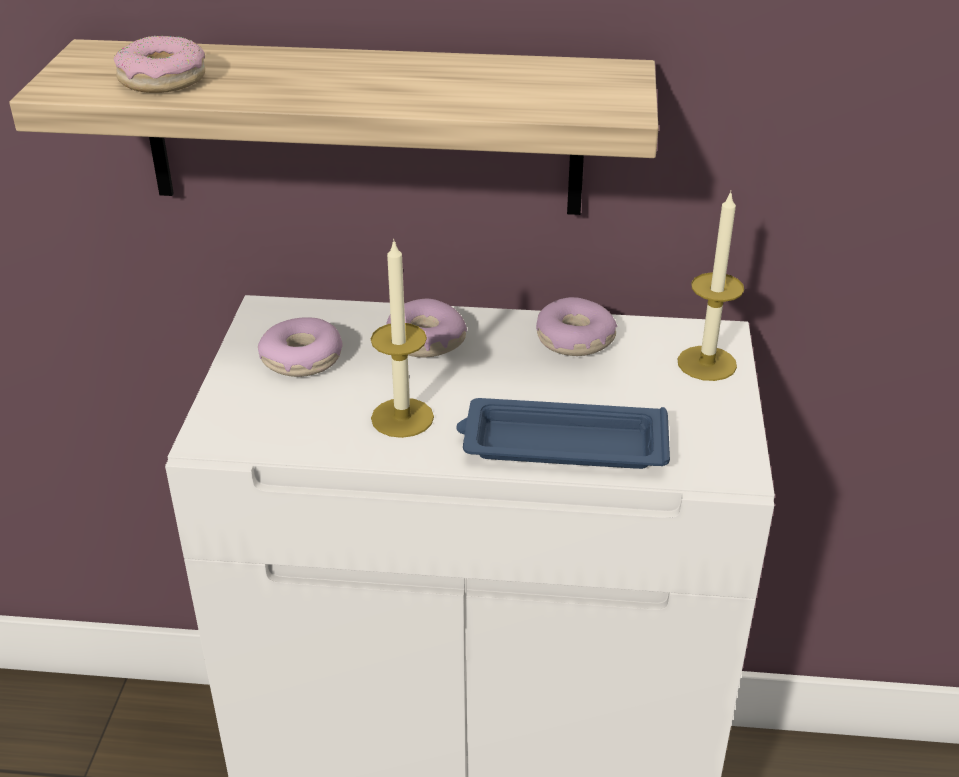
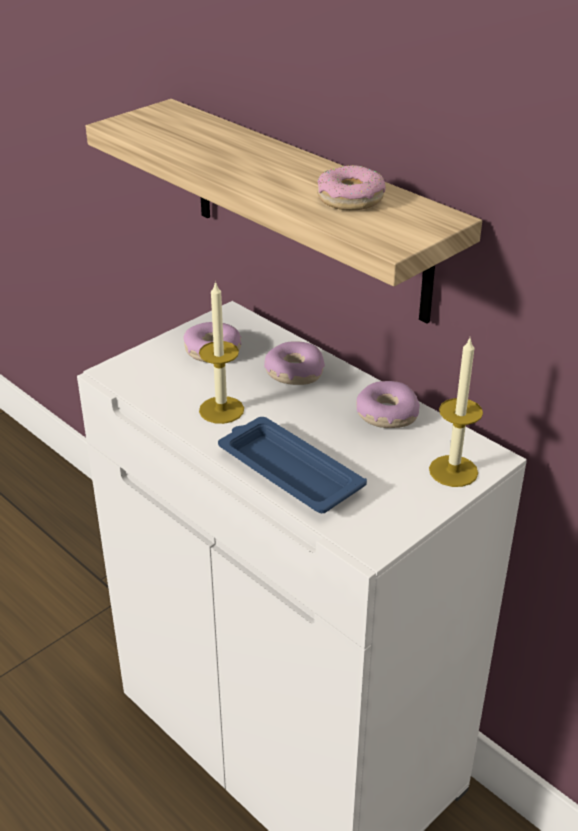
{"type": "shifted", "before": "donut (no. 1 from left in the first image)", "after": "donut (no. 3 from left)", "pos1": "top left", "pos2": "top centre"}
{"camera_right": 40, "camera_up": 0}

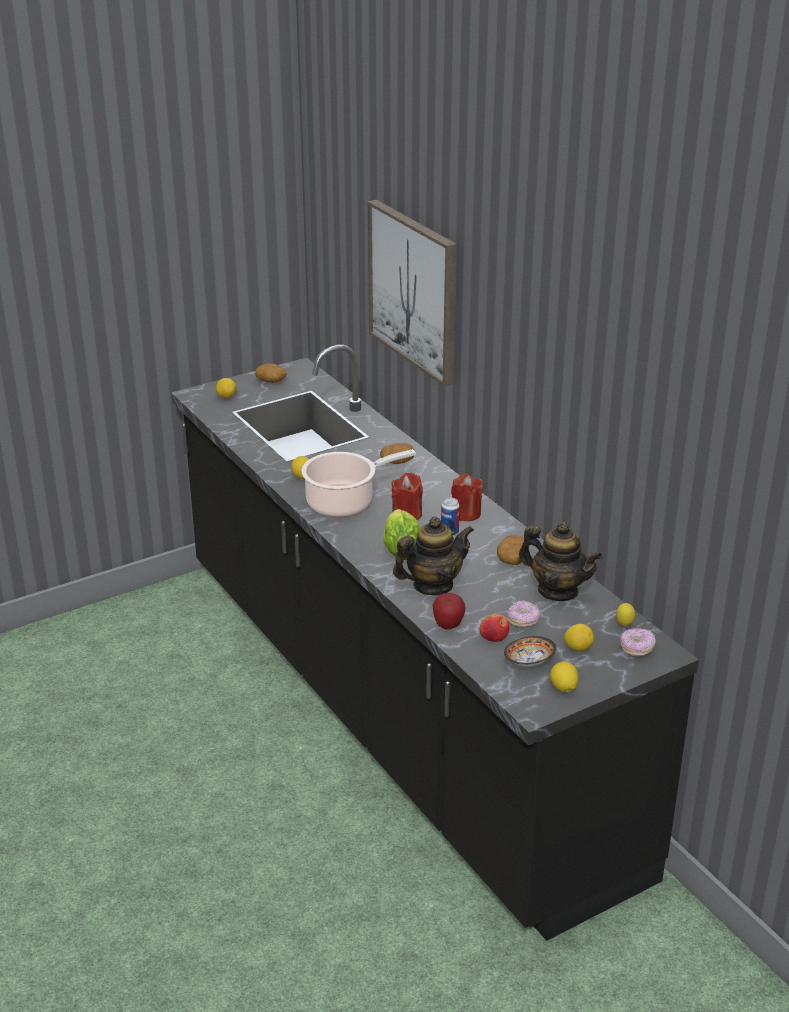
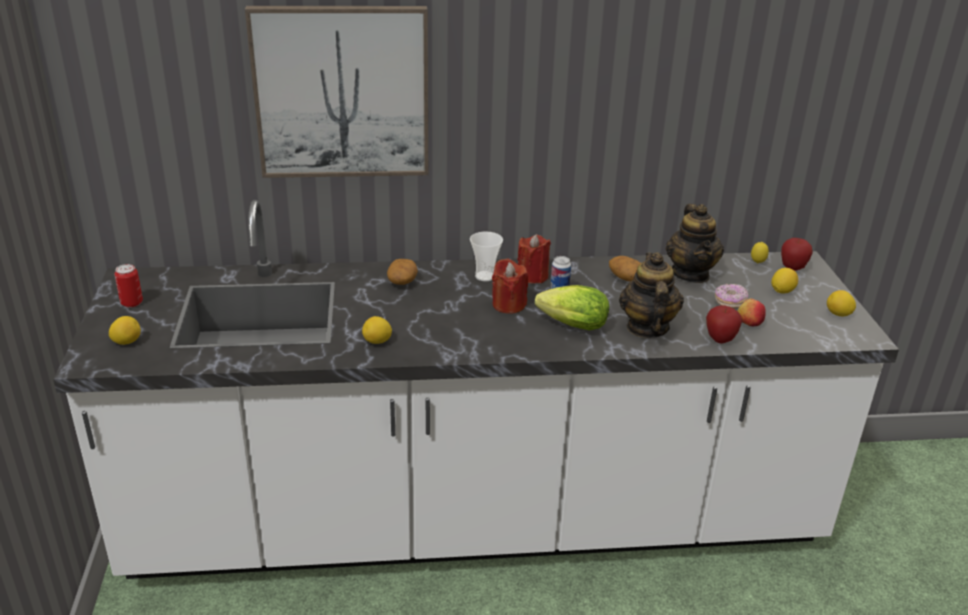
{"type": "repainted", "before": "counter in black", "after": "counter in white", "pos1": "centre", "pos2": "centre"}
{"type": "swapped", "before": "potato (no. 1 from left)", "after": "can (no. 1 from left)", "pos1": "centre", "pos2": "middle left"}
{"type": "gone", "before": "cooking pot", "pos1": "centre"}
{"type": "gone", "before": "bowl", "pos1": "middle right"}
{"type": "rotated", "before": "teapot (no. 2 from left)", "pos1": "middle right", "pos2": "middle right", "turn": 120}
{"type": "swapped", "before": "donut (no. 2 from left)", "after": "apple (no. 3 from left)", "pos1": "middle right", "pos2": "middle right"}
{"type": "new", "after": "cup", "pos2": "centre"}
{"camera_right": -65, "camera_up": 0}

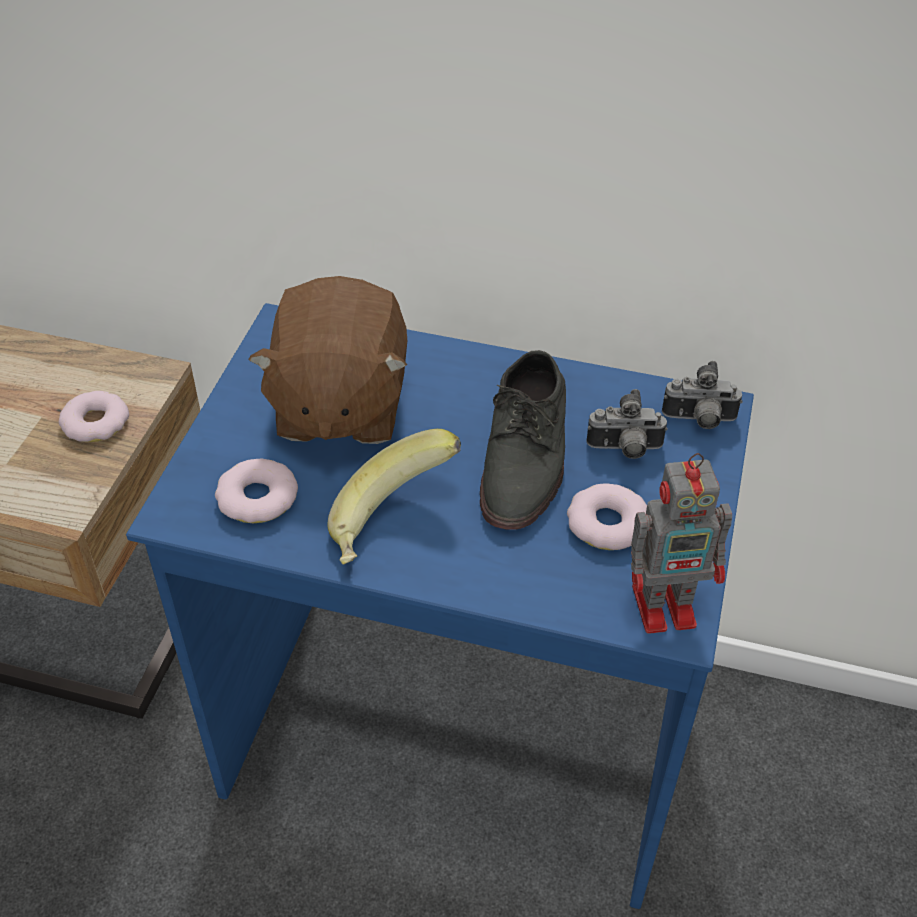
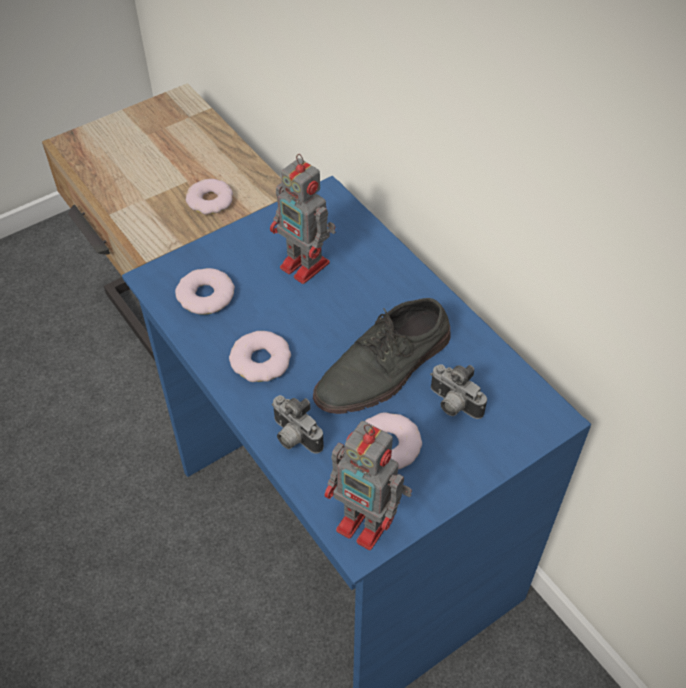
{"type": "swapped", "before": "plush toy in brown", "after": "toy robot (no. 1 from left)", "pos1": "centre", "pos2": "top centre"}
{"type": "swapped", "before": "banana", "after": "donut (no. 3 from left)", "pos1": "centre", "pos2": "centre"}
{"type": "shifted", "before": "photo camera (no. 2 from left in the first image)", "after": "photo camera (no. 1 from left)", "pos1": "middle right", "pos2": "centre"}
{"camera_right": 40, "camera_up": 5}

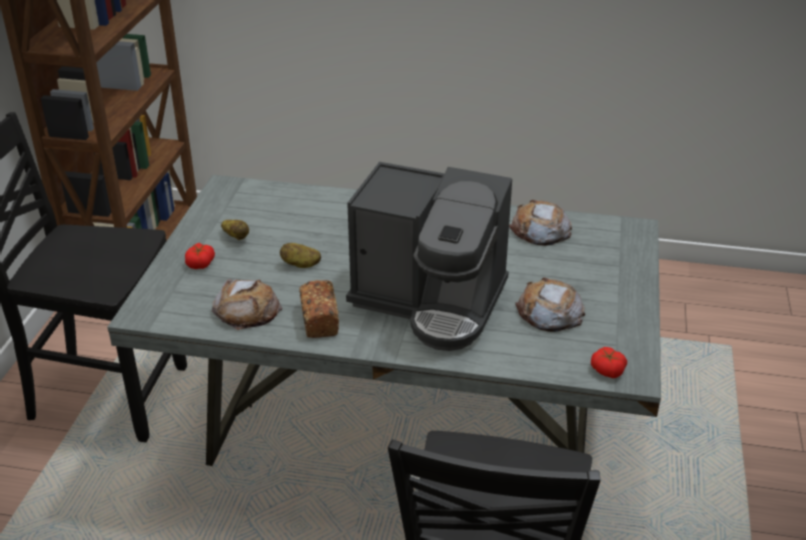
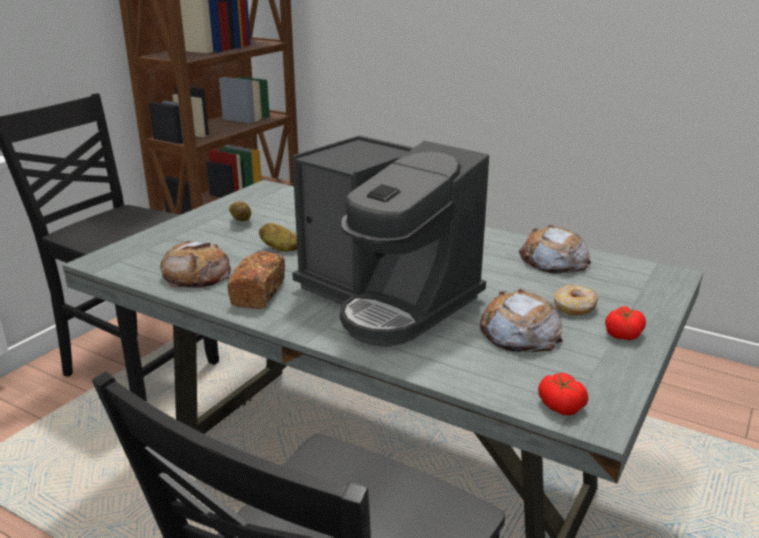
{"type": "shifted", "before": "tomato (no. 1 from left in the first image)", "after": "tomato (no. 2 from left)", "pos1": "middle left", "pos2": "middle right"}
{"type": "new", "after": "donut", "pos2": "middle right"}
{"camera_right": 20, "camera_up": -10}

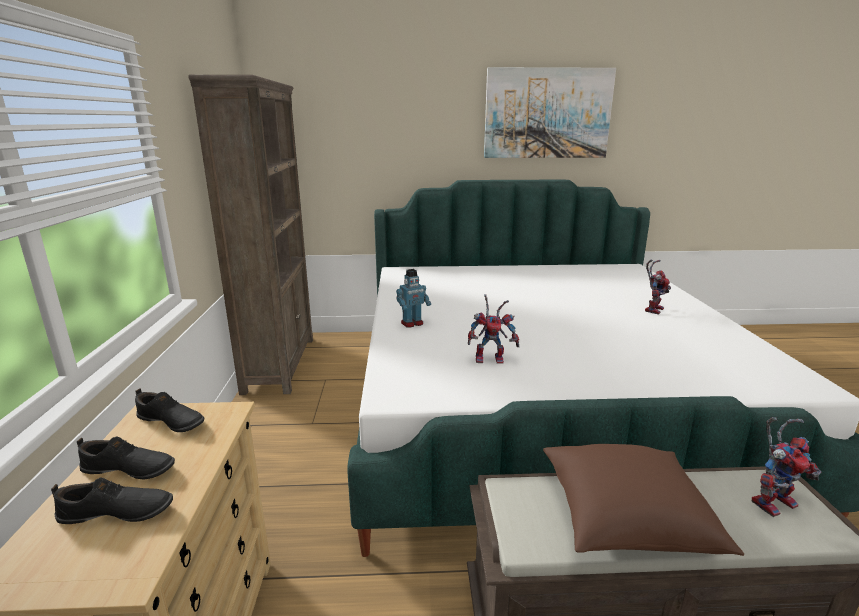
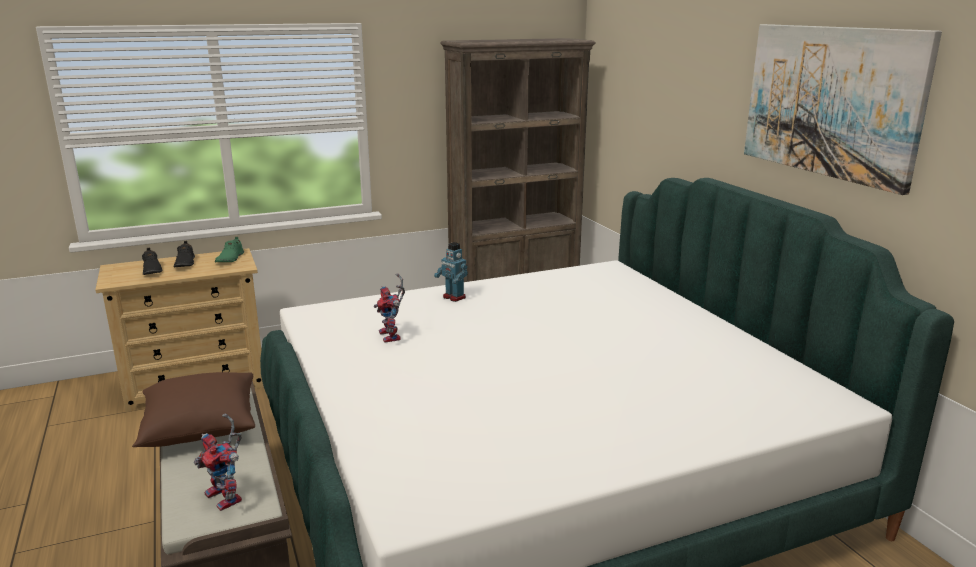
{"type": "repainted", "before": "shoe in black (no. 3 from left)", "after": "shoe in green", "pos1": "middle left", "pos2": "middle left"}
{"type": "gone", "before": "toy robot (no. 3 from left)", "pos1": "middle right"}
{"camera_right": 70, "camera_up": 0}

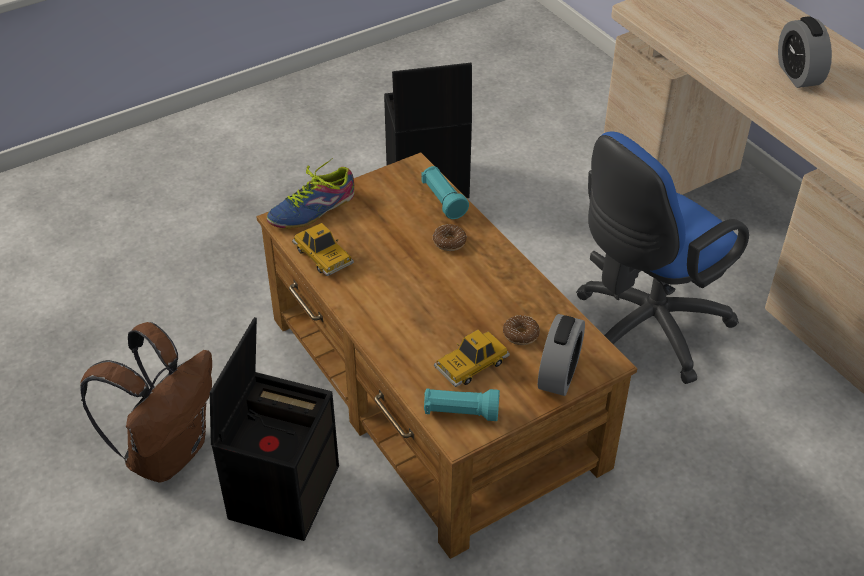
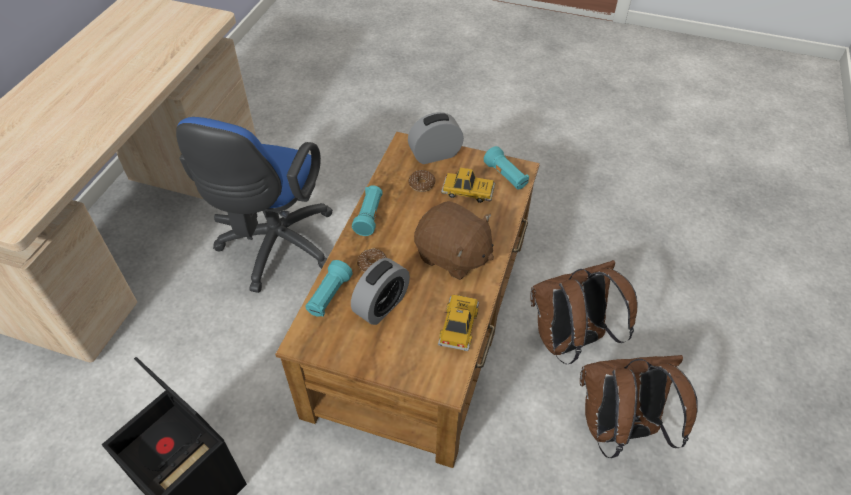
{"type": "swapped", "before": "storage box in black (no. 1 from left)", "after": "backpack in brown (no. 1 from left)", "pos1": "bottom left", "pos2": "middle right"}
{"type": "gone", "before": "shoe", "pos1": "centre"}
{"type": "rotated", "before": "office chair in blue", "pos1": "middle right", "pos2": "middle left", "turn": 90}
{"type": "shifted", "before": "alarm clock (no. 2 from left in the first image)", "after": "alarm clock (no. 1 from left)", "pos1": "top right", "pos2": "centre"}
{"type": "new", "after": "flashlight in turquoise (no. 2 from left)", "pos2": "centre"}
{"type": "new", "after": "plush toy in brown", "pos2": "centre"}
{"camera_right": -130, "camera_up": 5}

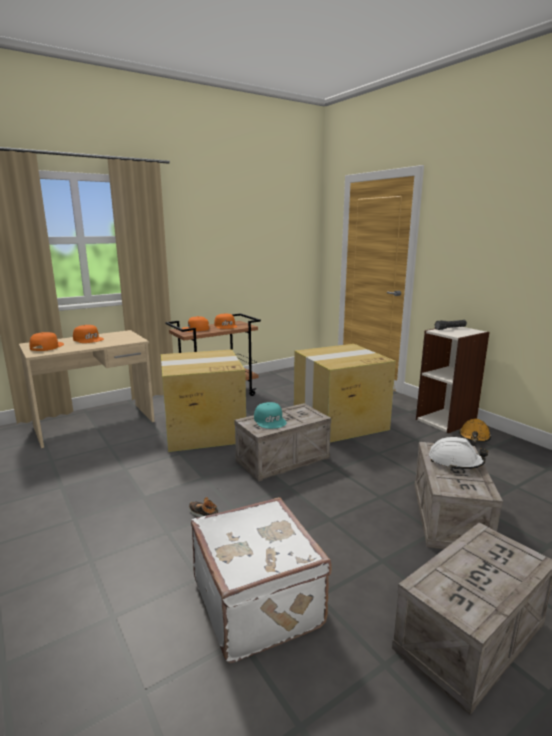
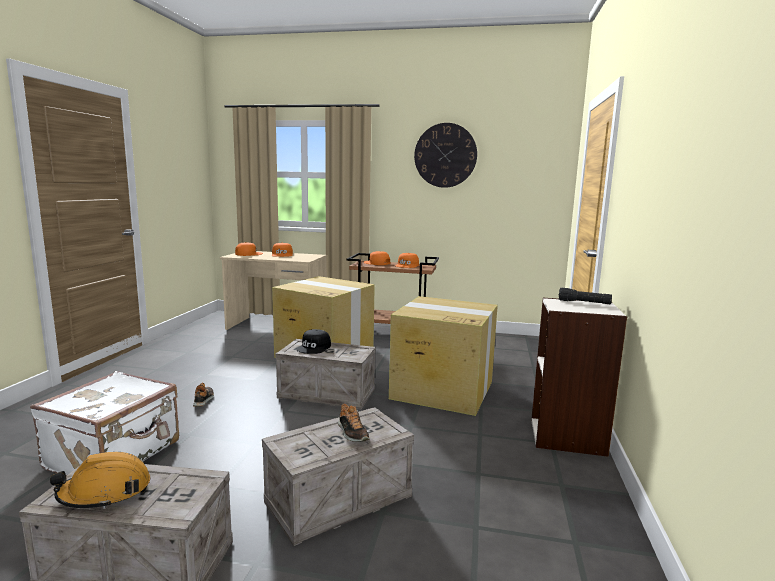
{"type": "repainted", "before": "cap in turquoise", "after": "cap in black", "pos1": "centre", "pos2": "centre"}
{"type": "swapped", "before": "hard hat in white", "after": "shoe (no. 2 from left)", "pos1": "middle right", "pos2": "bottom centre"}
{"type": "shifted", "before": "hard hat in orange", "pos1": "middle right", "pos2": "bottom left"}
{"type": "new", "after": "wall clock", "pos2": "top centre"}
{"camera_right": 45, "camera_up": -5}

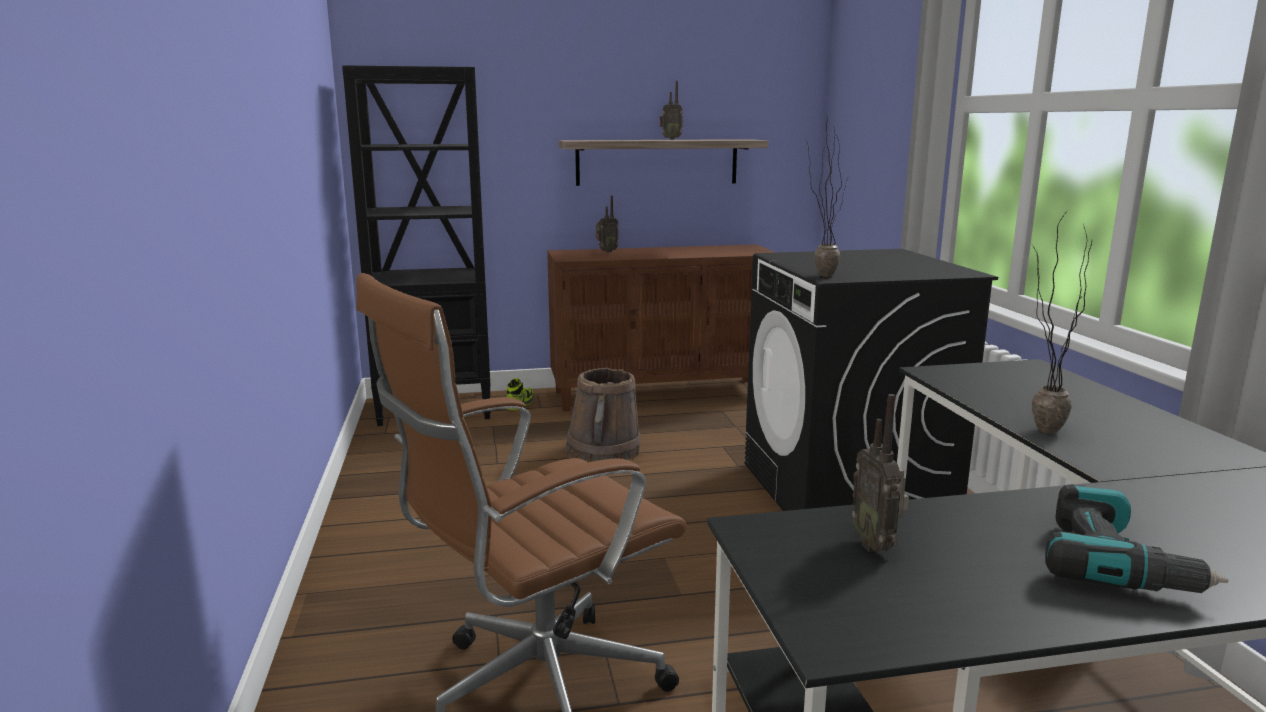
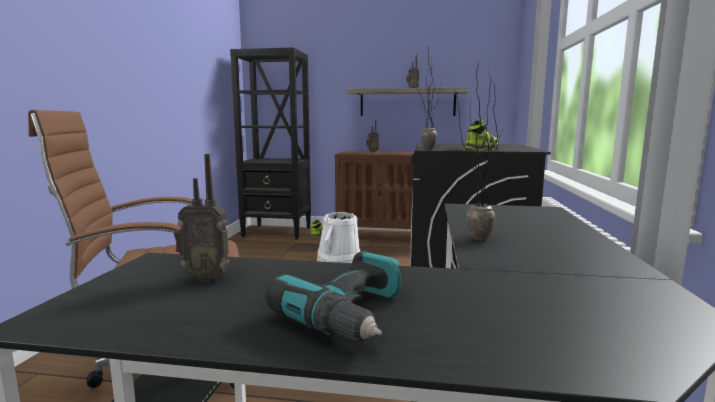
{"type": "repainted", "before": "bucket in brown", "after": "bucket in white", "pos1": "centre", "pos2": "centre"}
{"type": "rotated", "before": "radio (no. 3 from left in the first image)", "pos1": "middle right", "pos2": "middle left", "turn": -90}
{"type": "new", "after": "shoe (no. 2 from left)", "pos2": "middle right"}
{"camera_right": 20, "camera_up": -5}

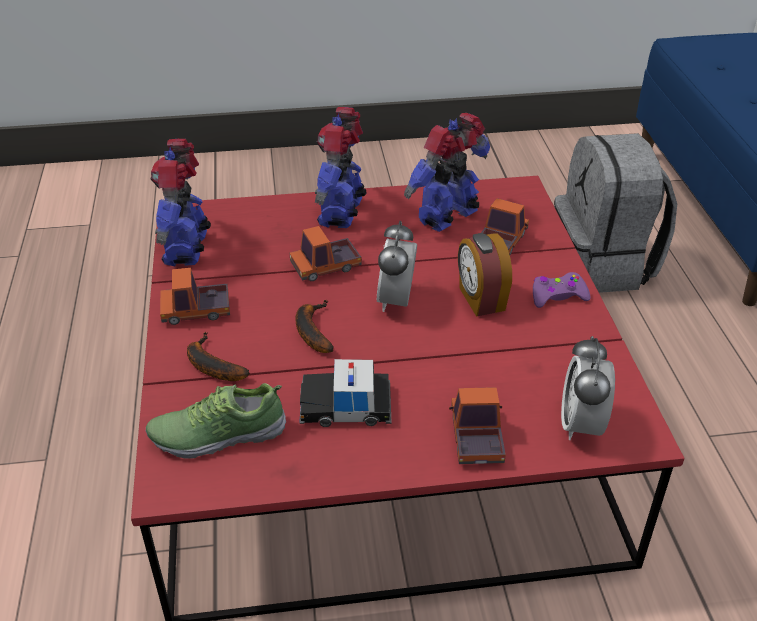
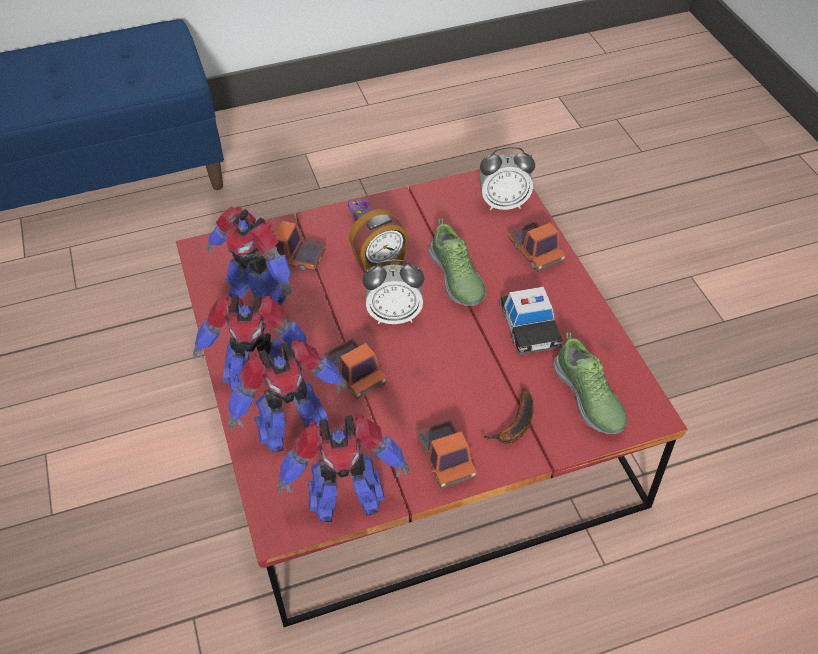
{"type": "gone", "before": "banana (no. 2 from left)", "pos1": "centre"}
{"type": "rotated", "before": "toy truck (no. 3 from left in the first image)", "pos1": "bottom centre", "pos2": "centre", "turn": -105}
{"type": "gone", "before": "backpack in grey", "pos1": "middle right"}
{"type": "new", "after": "toy robot (no. 3 from left)", "pos2": "centre"}
{"type": "new", "after": "shoe (no. 1 from left)", "pos2": "centre"}
{"camera_right": -100, "camera_up": 10}

